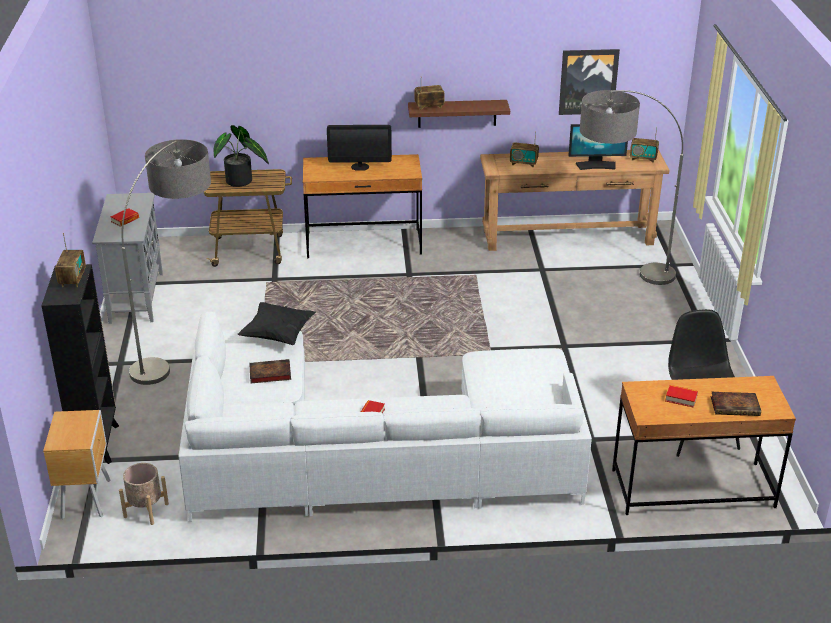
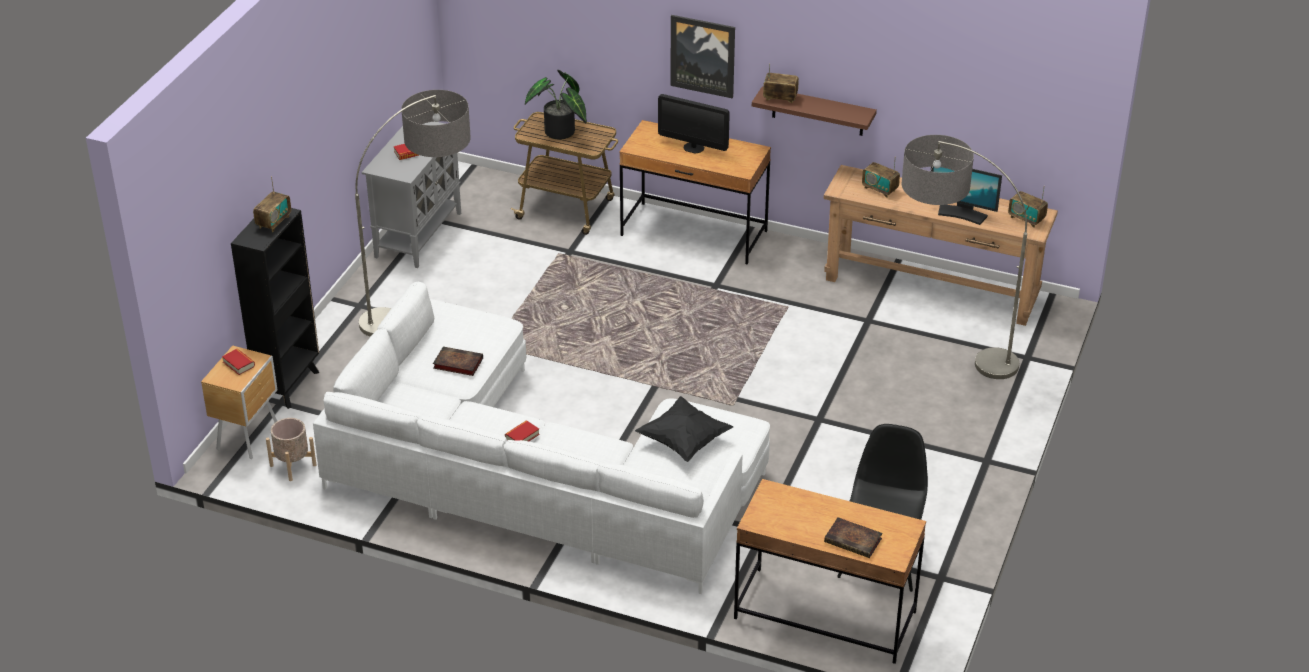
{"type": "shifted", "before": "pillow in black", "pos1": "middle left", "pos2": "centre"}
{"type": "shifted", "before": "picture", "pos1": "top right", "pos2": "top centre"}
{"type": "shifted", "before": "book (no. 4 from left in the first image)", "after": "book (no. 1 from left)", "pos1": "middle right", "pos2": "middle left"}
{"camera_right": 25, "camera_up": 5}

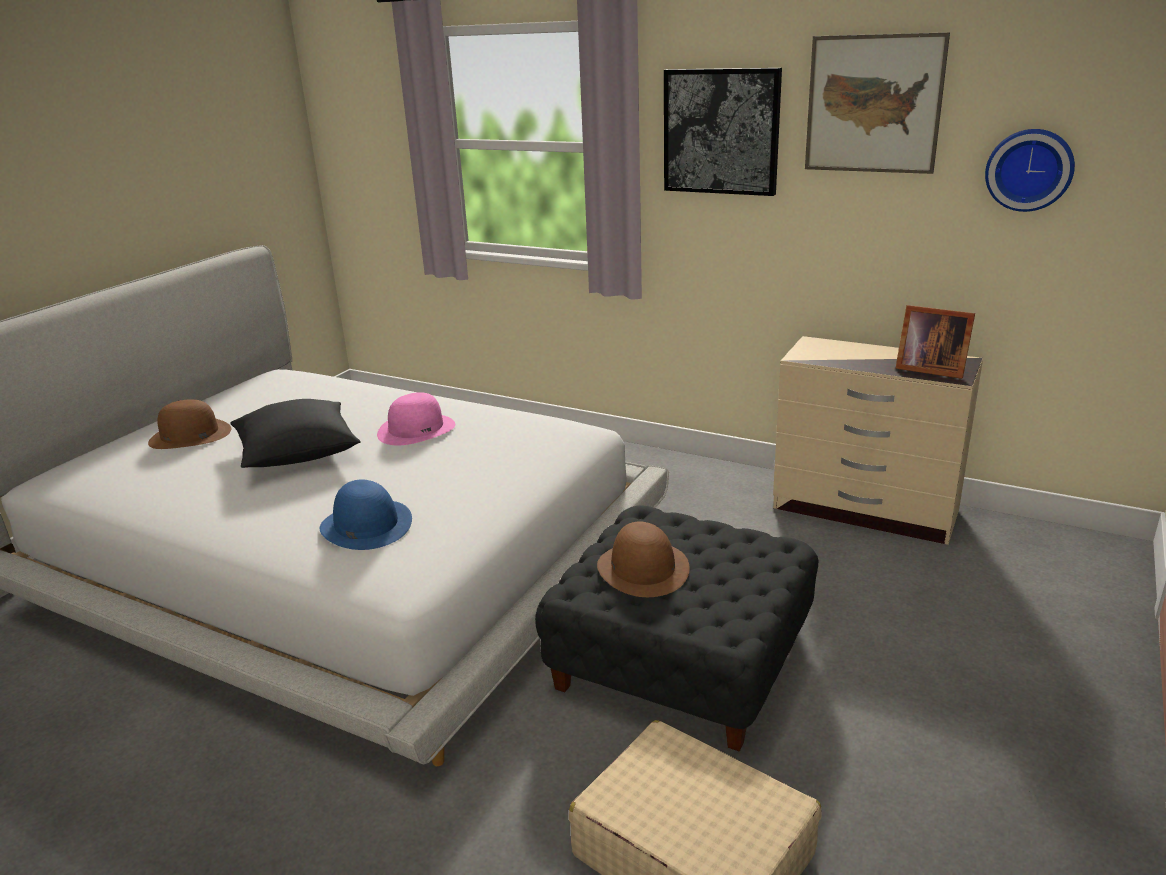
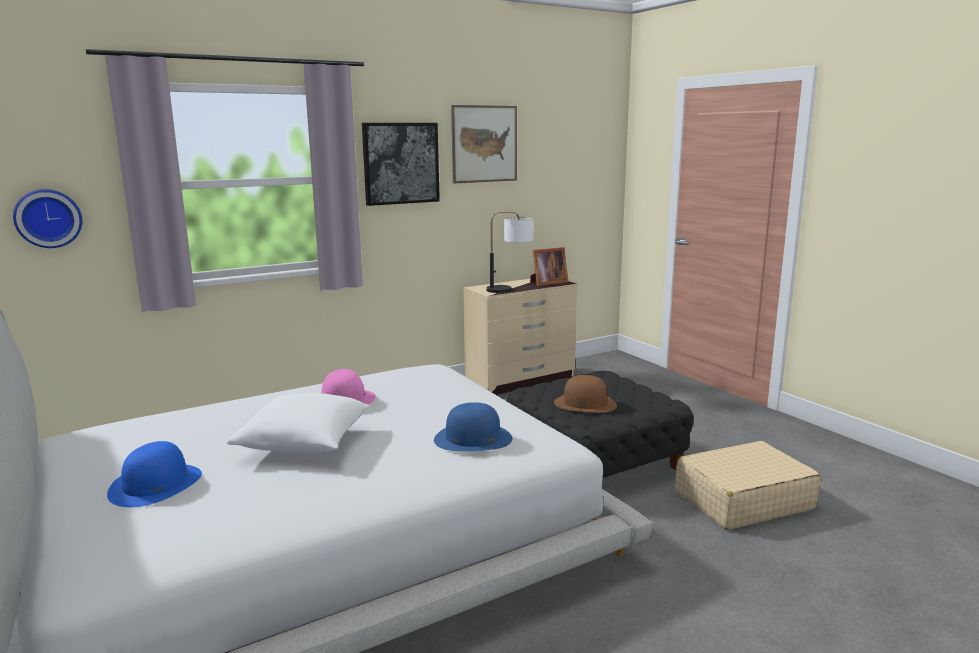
{"type": "repainted", "before": "hat in brown (no. 1 from left)", "after": "hat in blue (no. 1 from left)", "pos1": "middle left", "pos2": "bottom left"}
{"type": "repainted", "before": "pillow in black", "after": "pillow in white", "pos1": "middle left", "pos2": "middle left"}
{"type": "shifted", "before": "wall clock", "pos1": "top right", "pos2": "middle left"}
{"type": "new", "after": "table lamp", "pos2": "centre"}
{"camera_right": -60, "camera_up": -10}

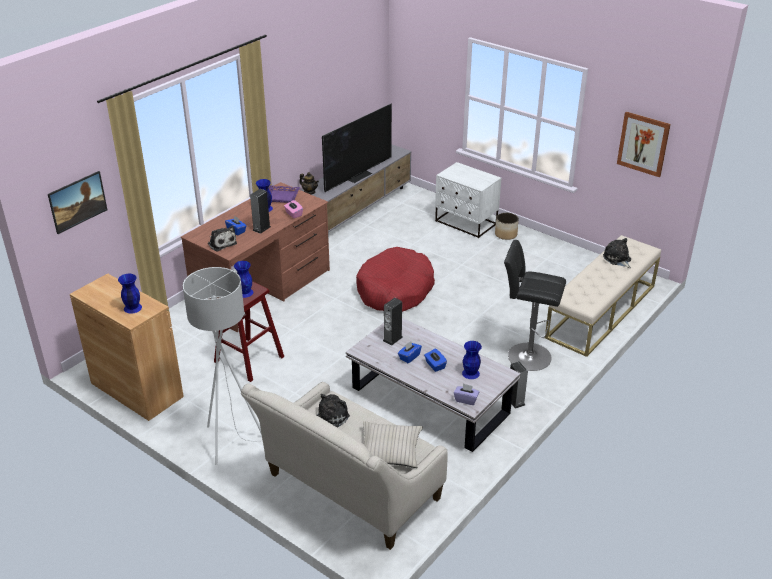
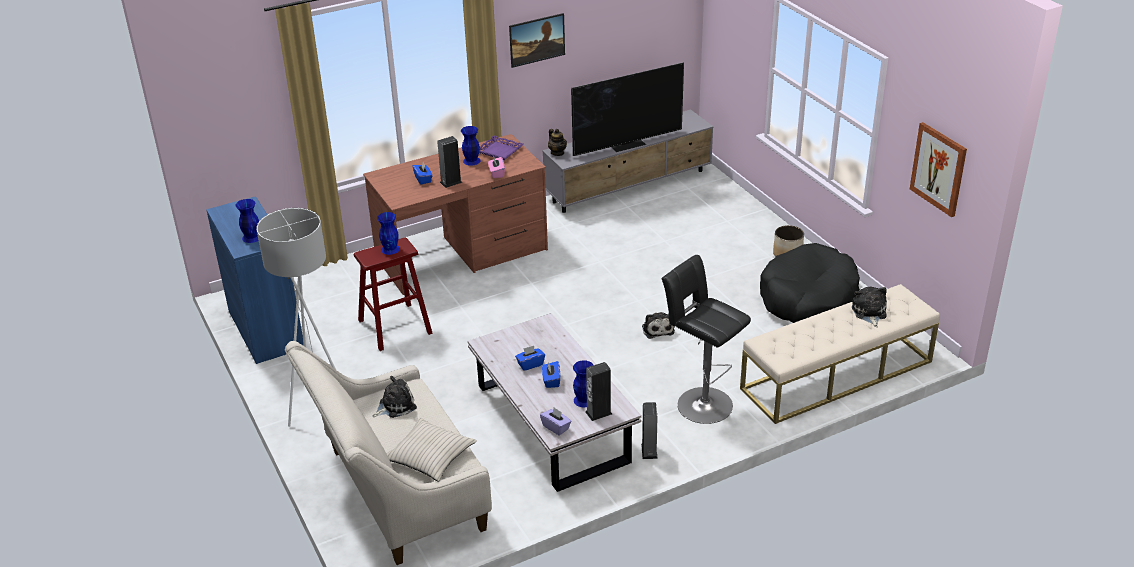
{"type": "shifted", "before": "picture (no. 1 from left)", "pos1": "middle left", "pos2": "top centre"}
{"type": "repainted", "before": "cabinet in brown", "after": "cabinet in blue", "pos1": "middle left", "pos2": "middle left"}
{"type": "shifted", "before": "plush toy (no. 1 from left in the first image)", "after": "plush toy (no. 2 from left)", "pos1": "middle left", "pos2": "centre"}
{"type": "gone", "before": "dog bed in red", "pos1": "centre"}
{"type": "shifted", "before": "speaker (no. 2 from left)", "pos1": "centre", "pos2": "bottom centre"}
{"type": "gone", "before": "nightstand in white", "pos1": "centre"}
{"type": "new", "after": "dog bed in black", "pos2": "middle right"}
{"camera_right": 25, "camera_up": 0}

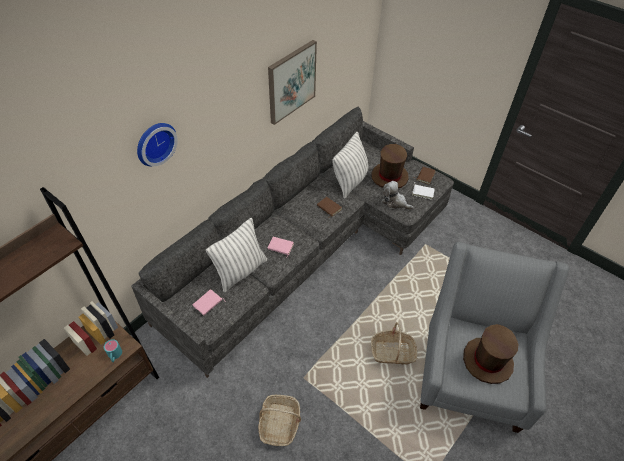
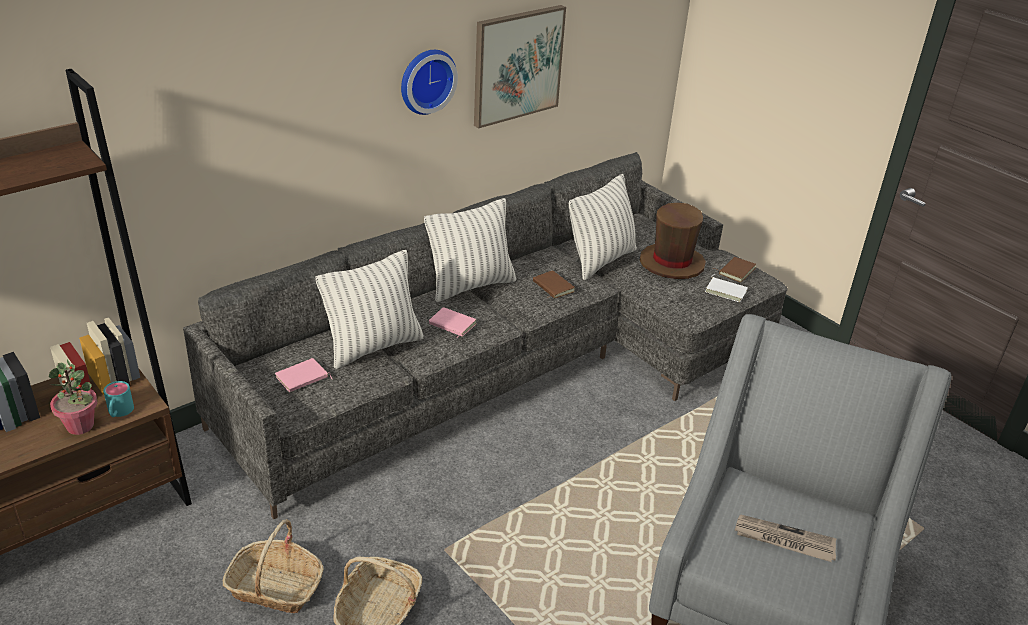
{"type": "shifted", "before": "wall clock", "pos1": "top left", "pos2": "top centre"}
{"type": "shifted", "before": "basket (no. 2 from left in the first image)", "after": "basket (no. 1 from left)", "pos1": "bottom centre", "pos2": "bottom left"}
{"type": "gone", "before": "plush toy", "pos1": "centre"}
{"type": "swapped", "before": "hat in brown (no. 2 from left)", "after": "newspaper", "pos1": "bottom right", "pos2": "bottom right"}
{"type": "new", "after": "potted plant", "pos2": "middle left"}
{"type": "new", "after": "pillow (no. 2 from left)", "pos2": "centre"}
{"camera_right": 10, "camera_up": -15}

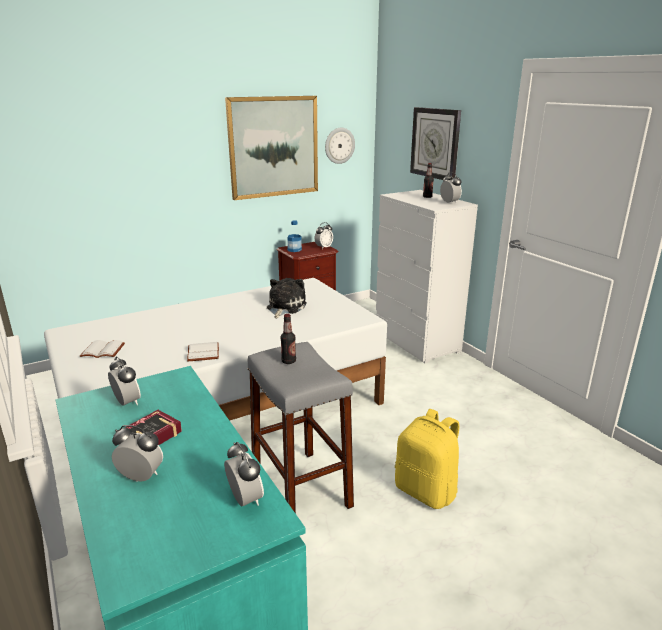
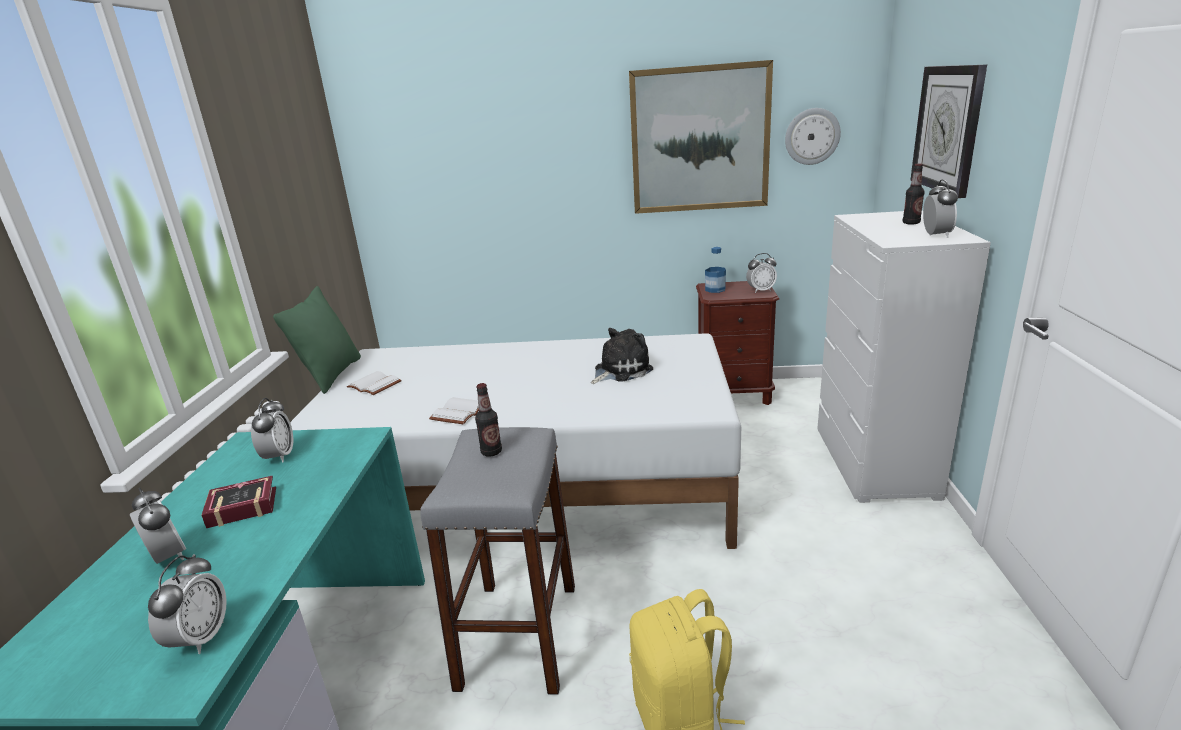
{"type": "new", "after": "pillow in green", "pos2": "middle left"}
{"camera_right": 35, "camera_up": 0}

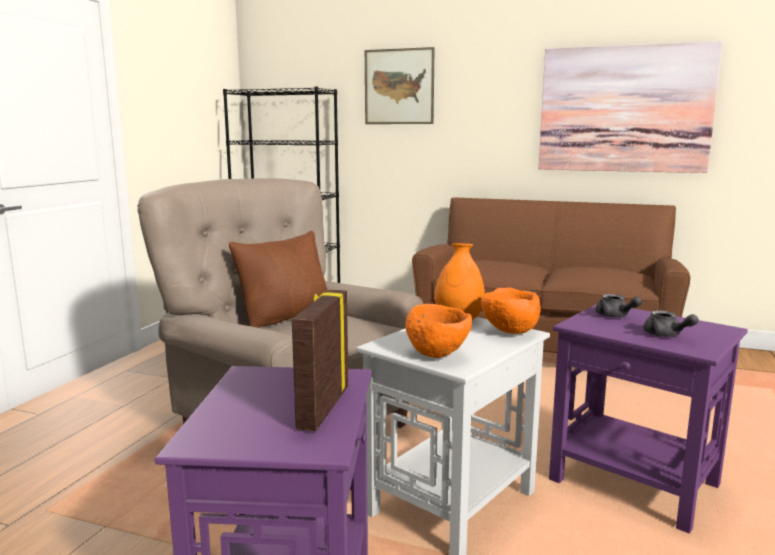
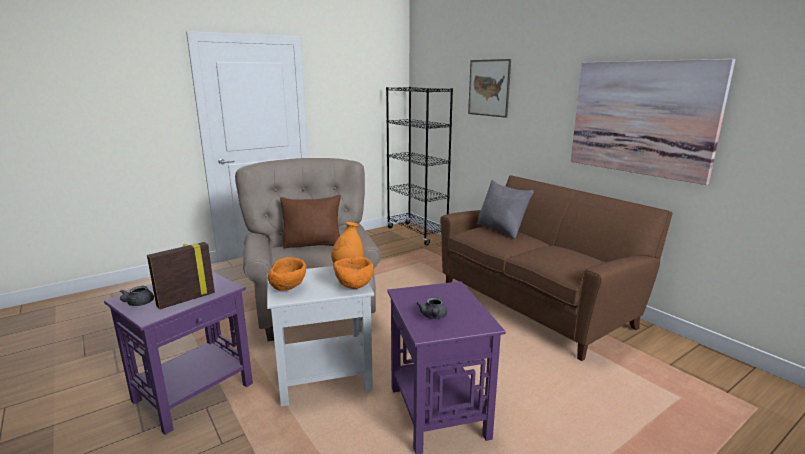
{"type": "shifted", "before": "teapot in grey (no. 1 from left)", "pos1": "middle right", "pos2": "middle left"}
{"type": "new", "after": "pillow in grey", "pos2": "centre"}
{"camera_right": 35, "camera_up": 5}

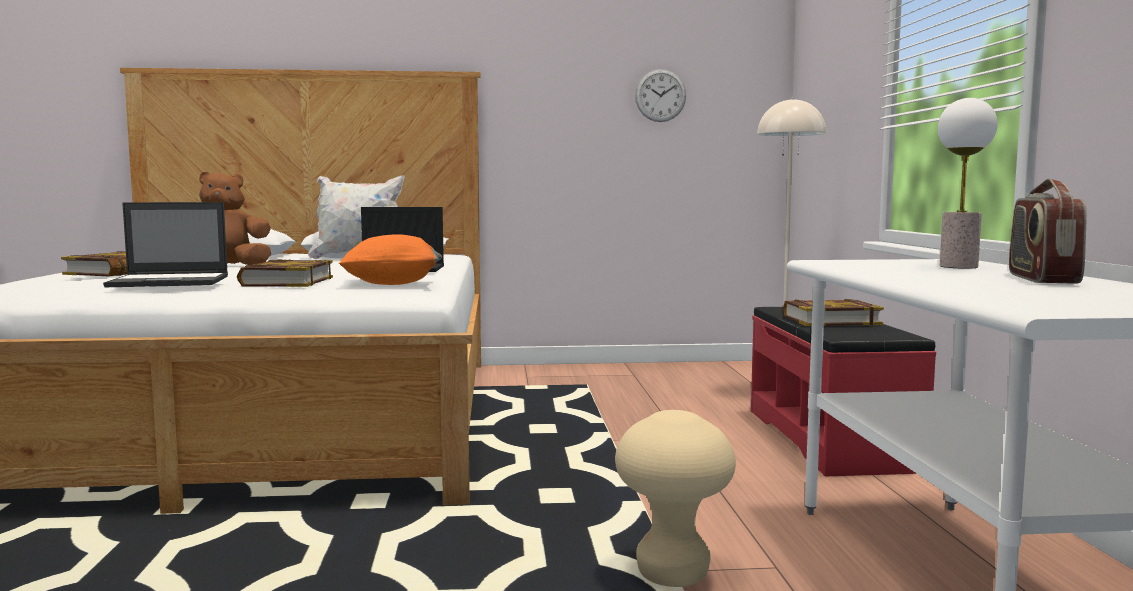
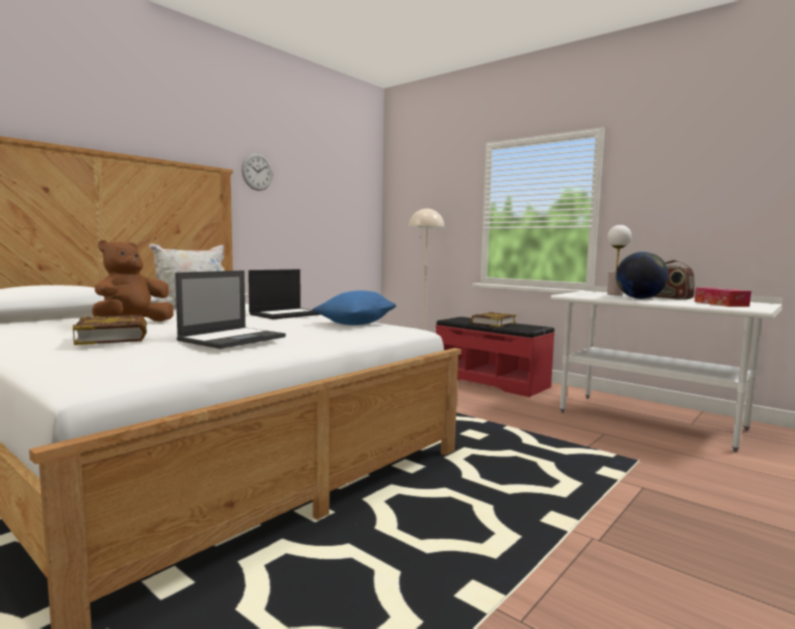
{"type": "gone", "before": "book (no. 2 from left)", "pos1": "middle left"}
{"type": "repainted", "before": "pillow in orange", "after": "pillow in blue", "pos1": "centre", "pos2": "centre"}
{"type": "gone", "before": "stool in beige", "pos1": "bottom centre"}
{"type": "shifted", "before": "wall clock", "pos1": "top centre", "pos2": "top left"}
{"type": "new", "after": "globe", "pos2": "middle right"}
{"type": "new", "after": "tissue box", "pos2": "middle right"}
{"camera_right": -45, "camera_up": 0}

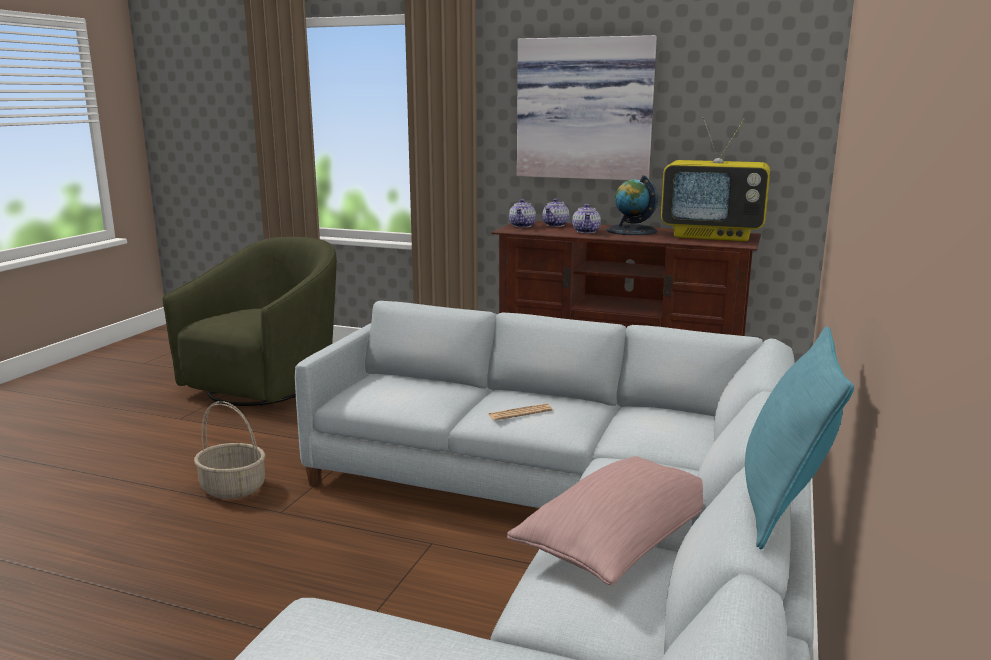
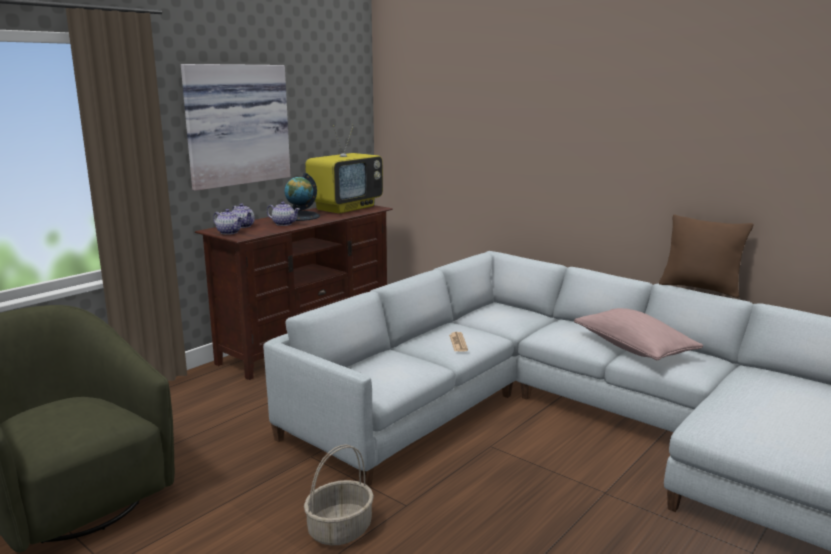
{"type": "repainted", "before": "pillow in turquoise", "after": "pillow in brown", "pos1": "middle right", "pos2": "middle right"}
{"camera_right": -70, "camera_up": 0}

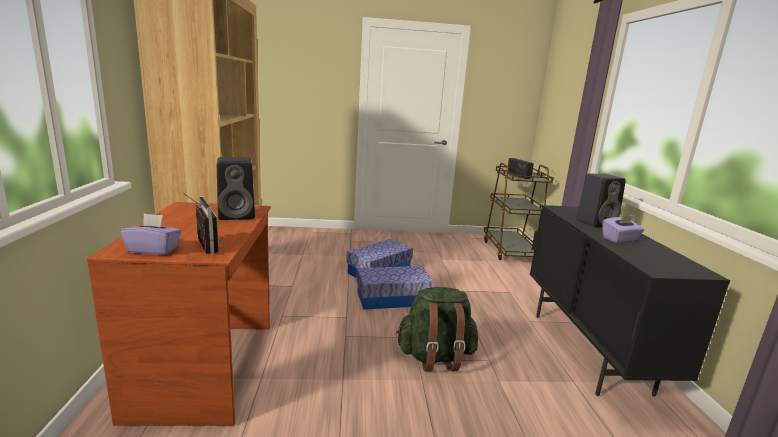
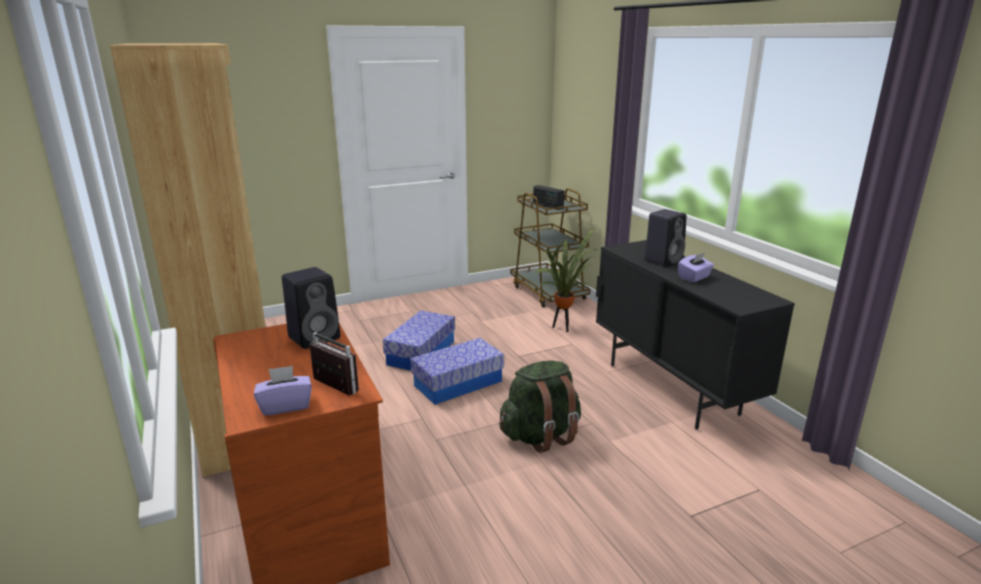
{"type": "new", "after": "potted plant", "pos2": "centre"}
{"camera_right": -20, "camera_up": 5}

